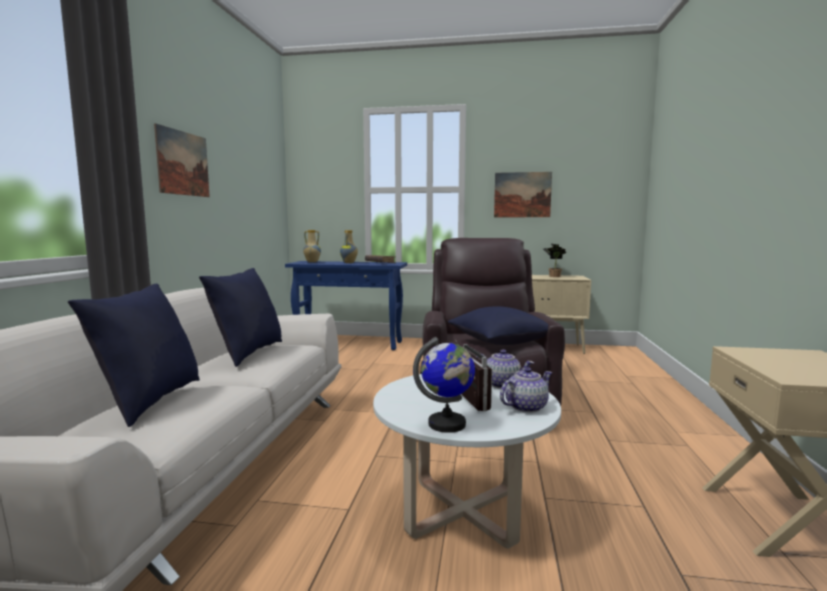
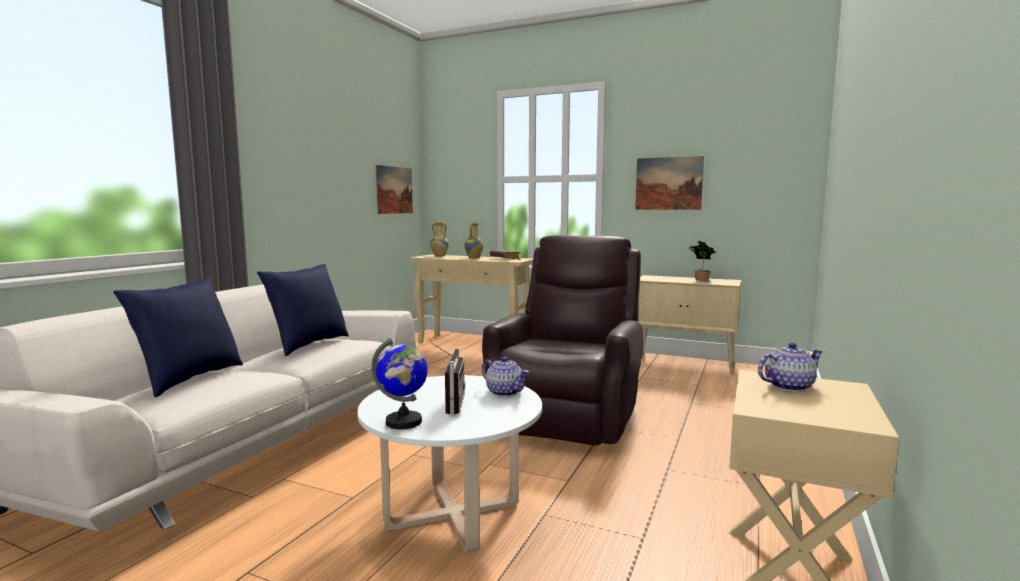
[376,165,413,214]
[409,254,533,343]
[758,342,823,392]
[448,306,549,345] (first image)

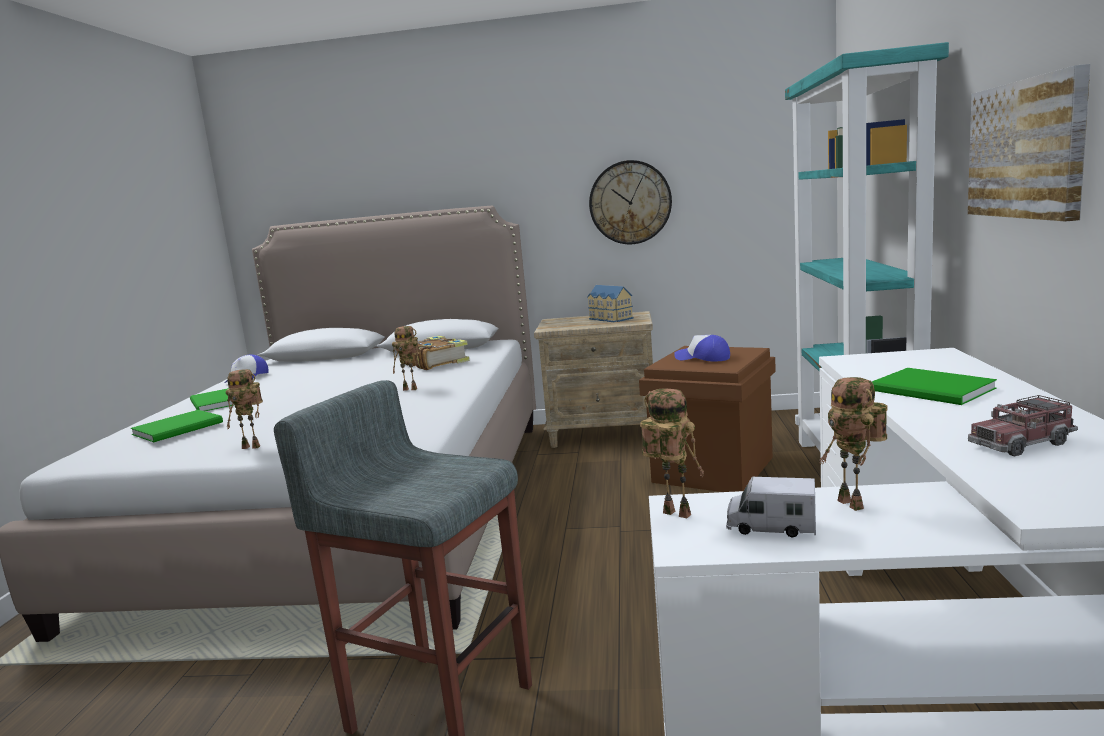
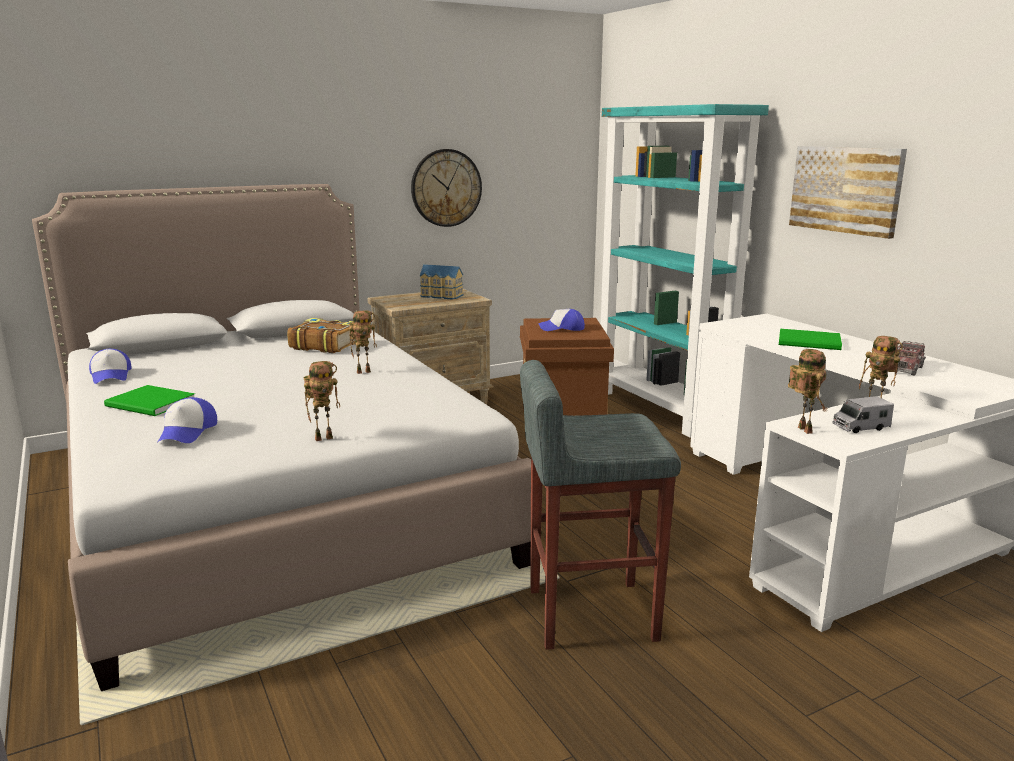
[158,397,217,443]
[788,349,827,434]

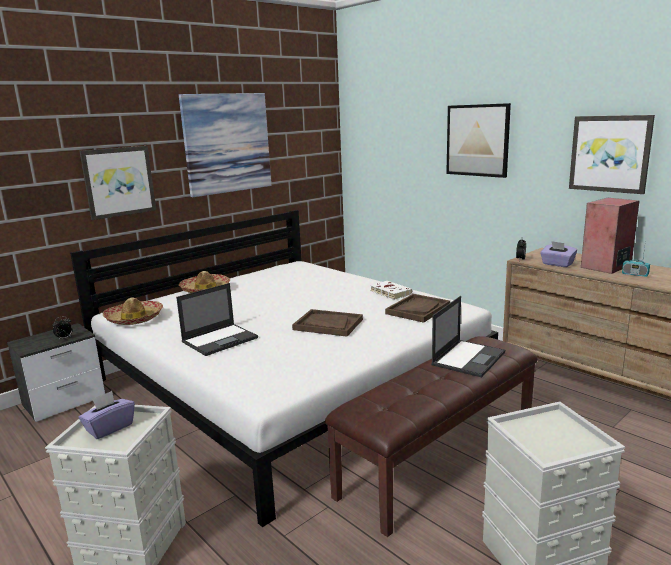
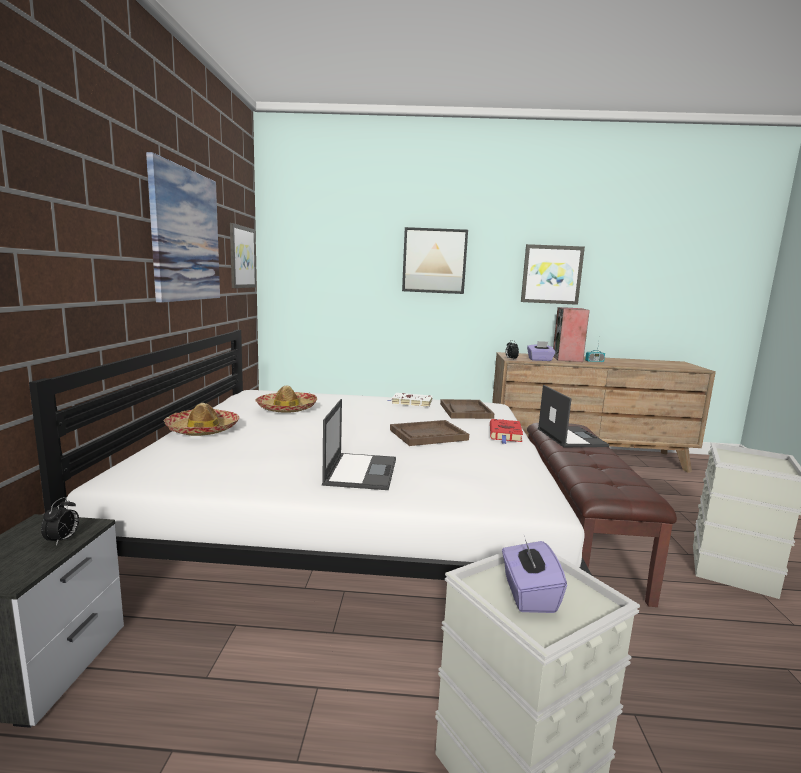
[230,223,256,288]
[256,385,317,413]
[490,419,523,444]

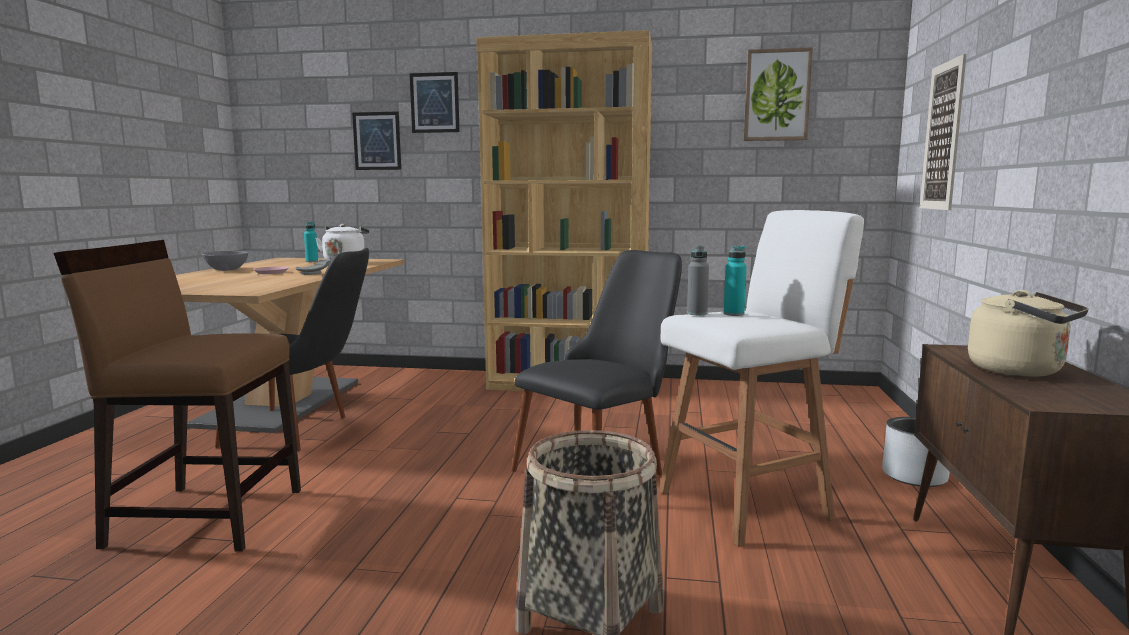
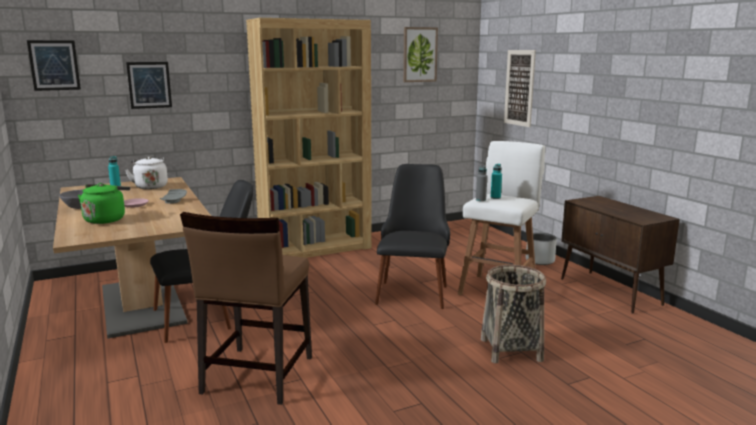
[27,40,81,91]
[78,183,130,224]
[180,212,312,405]
[968,290,1089,377] (first image)

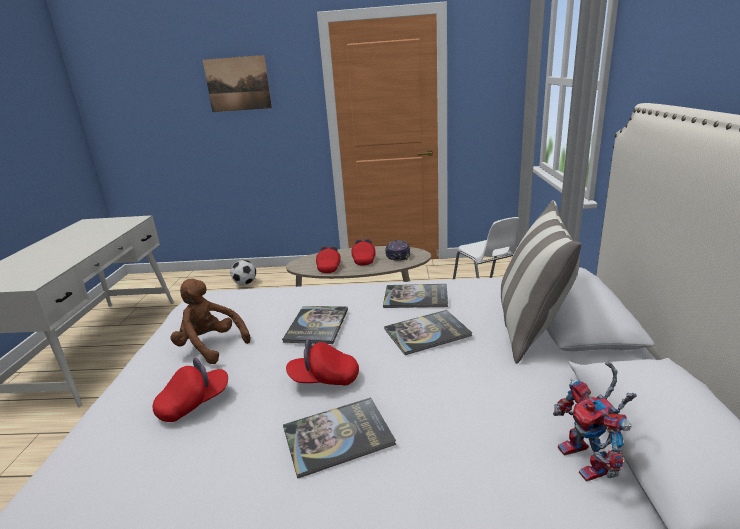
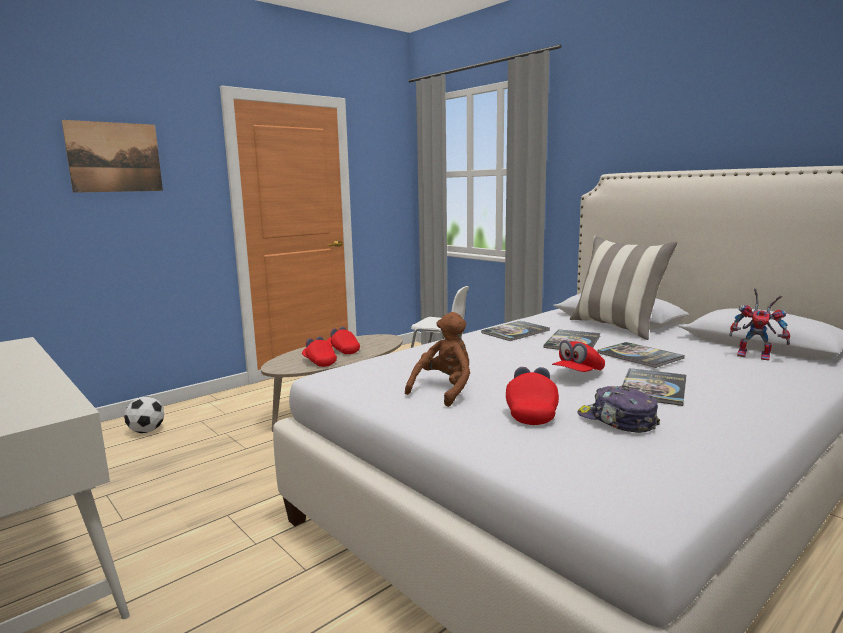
[405,312,470,407]
[577,385,660,433]
[597,342,685,368]

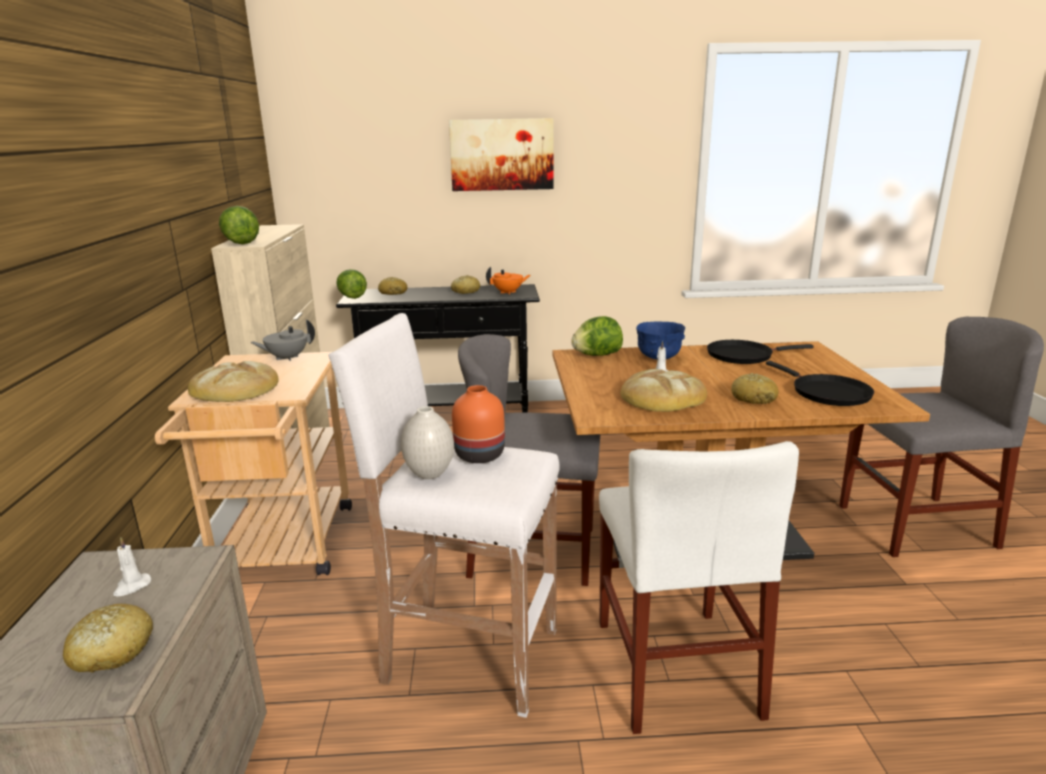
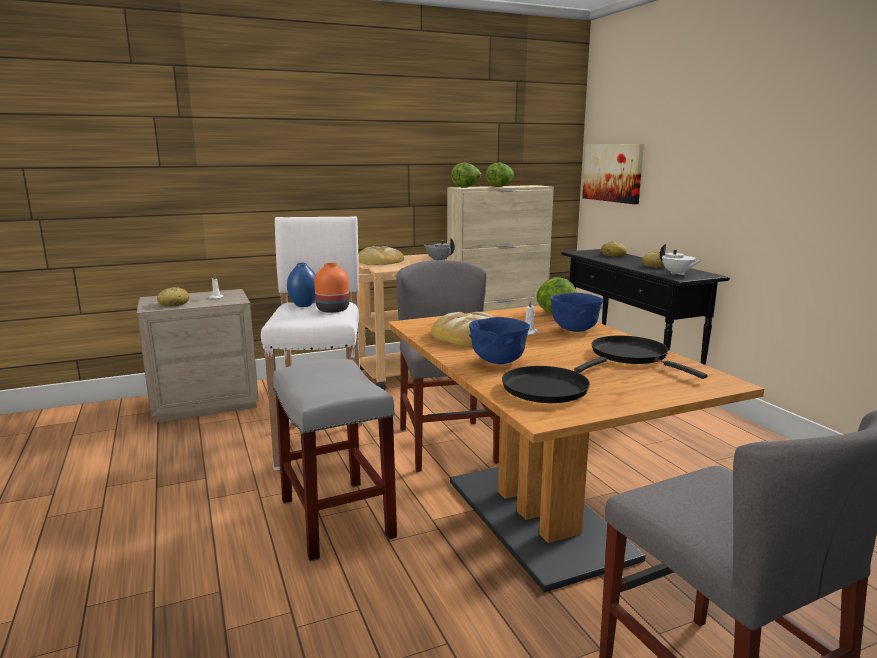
[273,359,397,562]
[287,263,316,307]
[469,317,530,364]
[486,162,514,187]
[582,144,644,204]
[660,244,701,275]

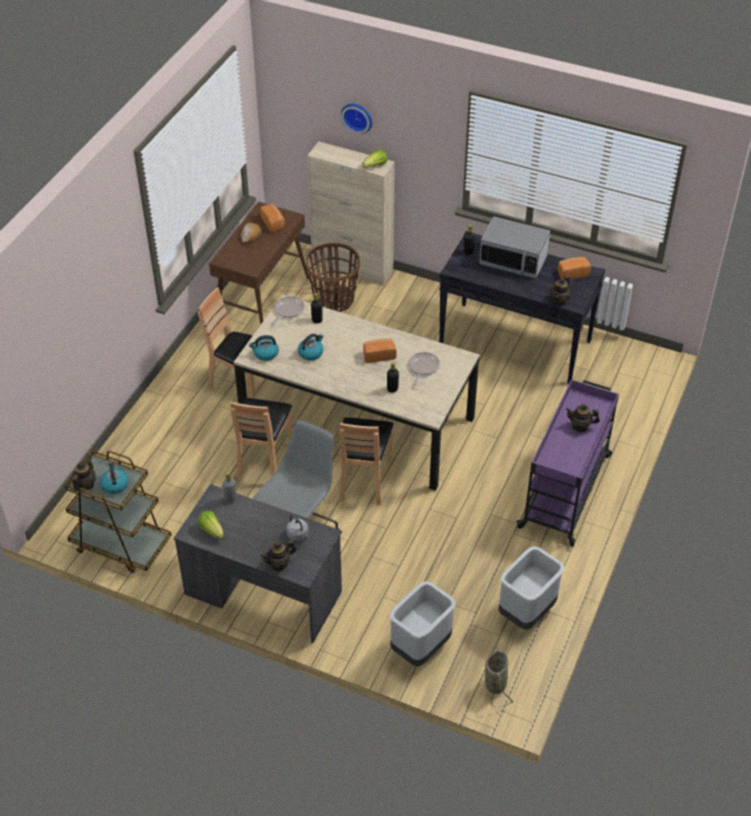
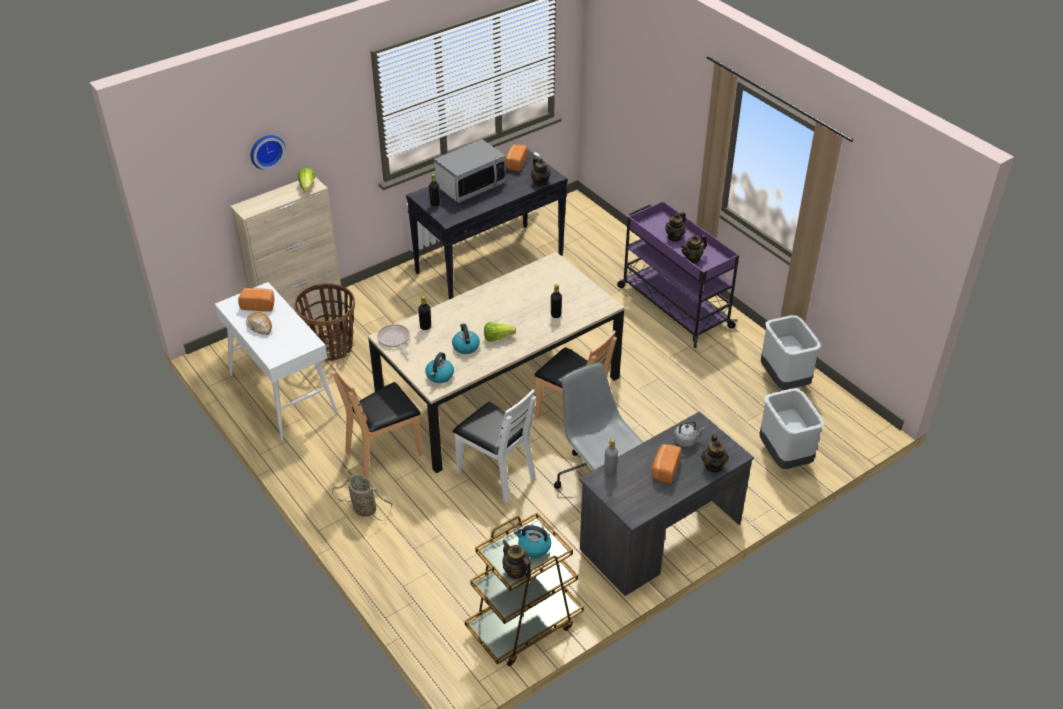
[215,282,338,440]
[332,474,393,521]
[453,389,536,503]
[484,322,516,342]
[651,444,681,484]
[681,235,707,264]
[409,352,440,385] (first image)

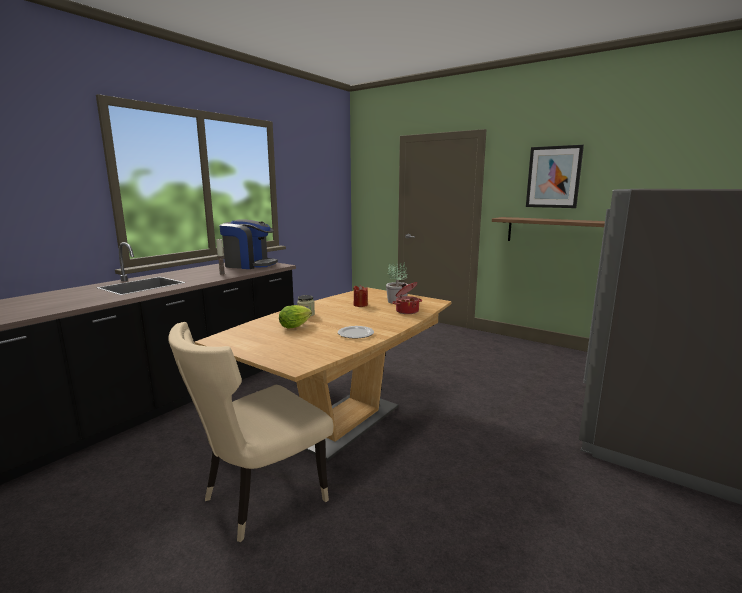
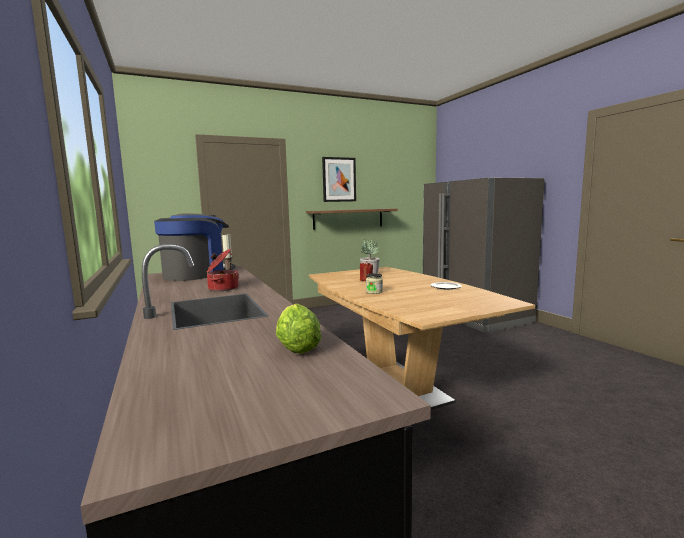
[207,249,239,291]
[276,304,322,354]
[168,322,333,542] (first image)

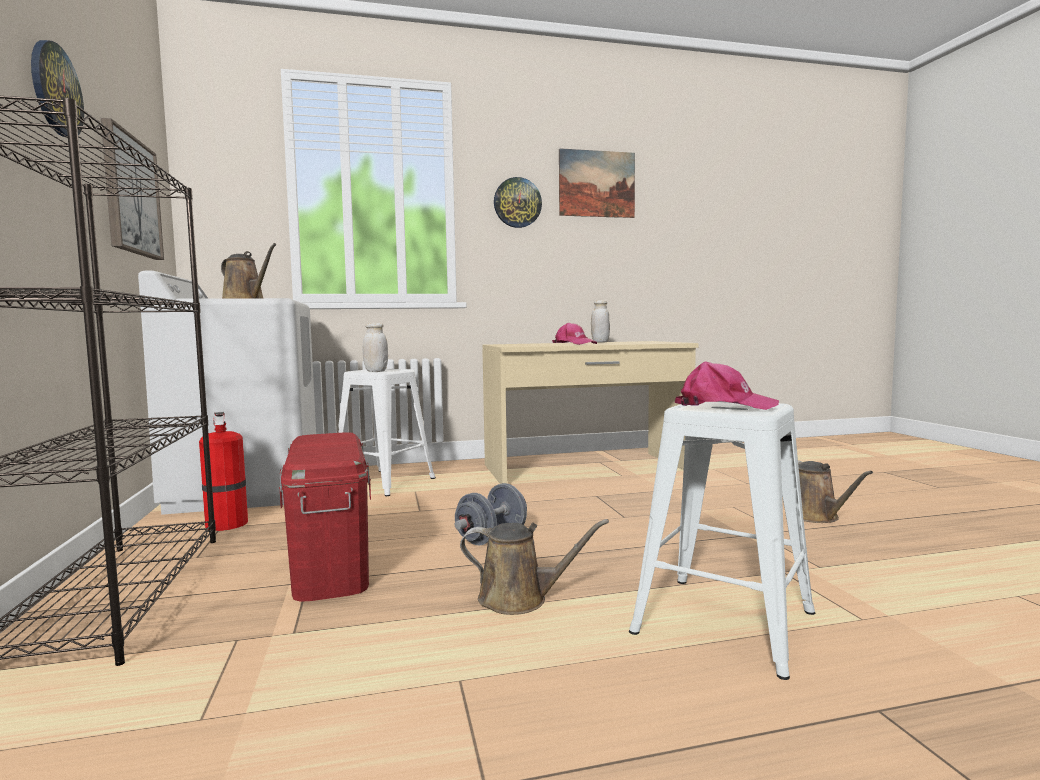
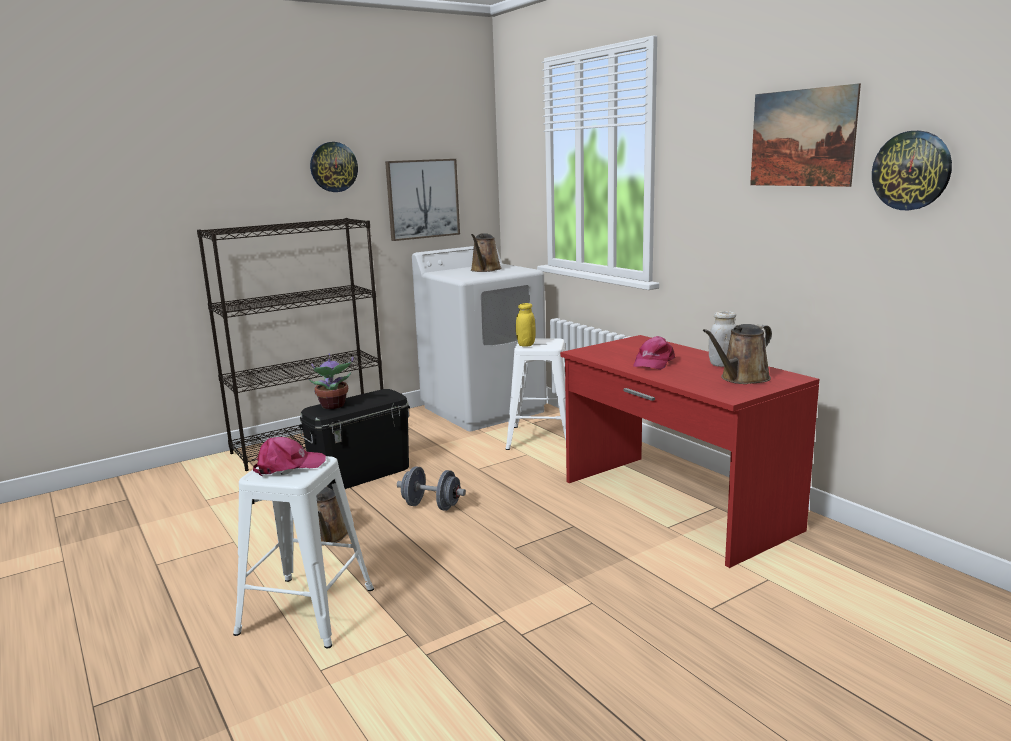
[253,437,326,476]
[299,389,410,489]
[309,354,354,409]
[516,303,536,347]
[560,335,819,568]
[703,324,772,384]
[872,131,952,210]
[199,412,248,531] (first image)

